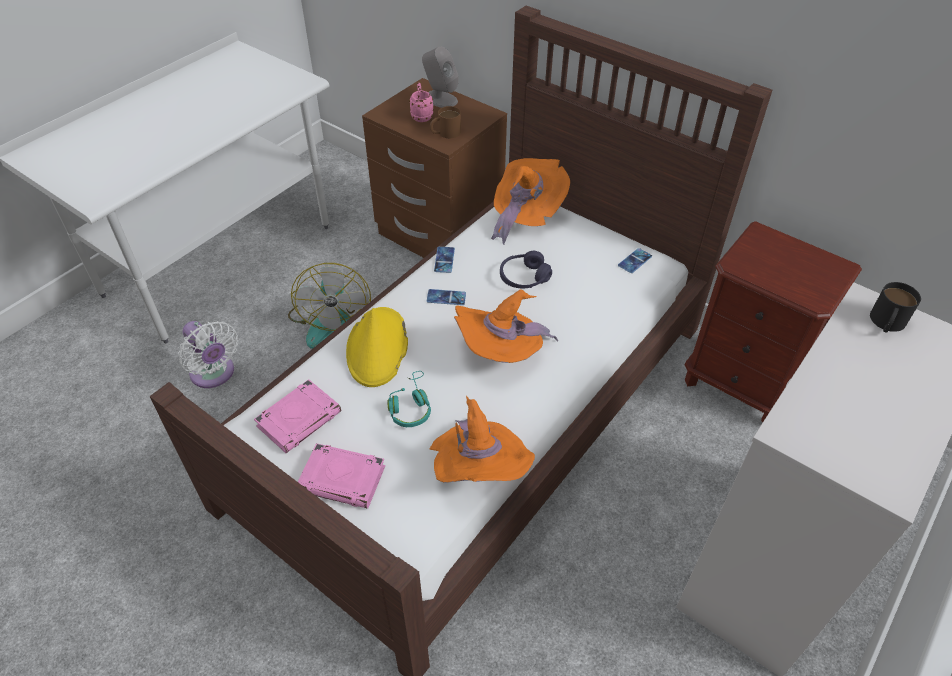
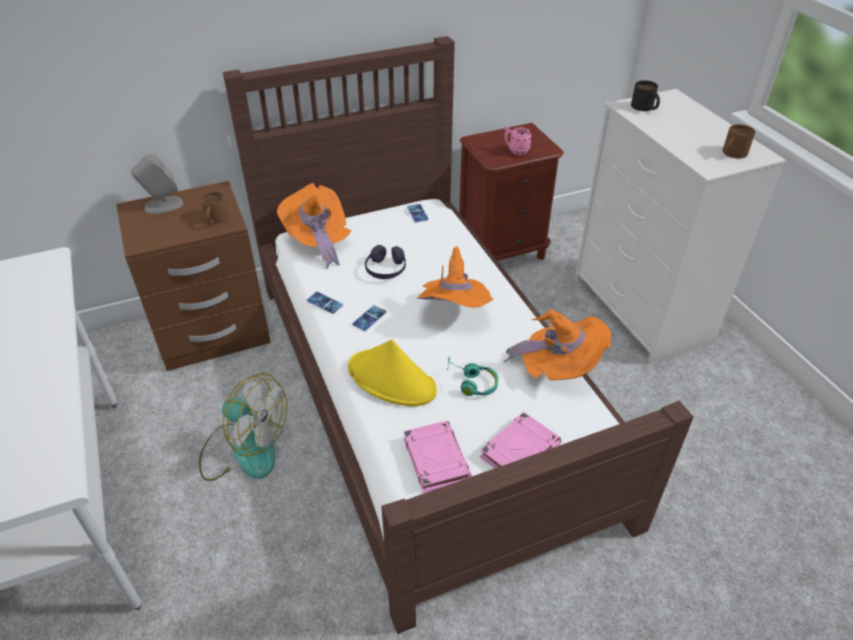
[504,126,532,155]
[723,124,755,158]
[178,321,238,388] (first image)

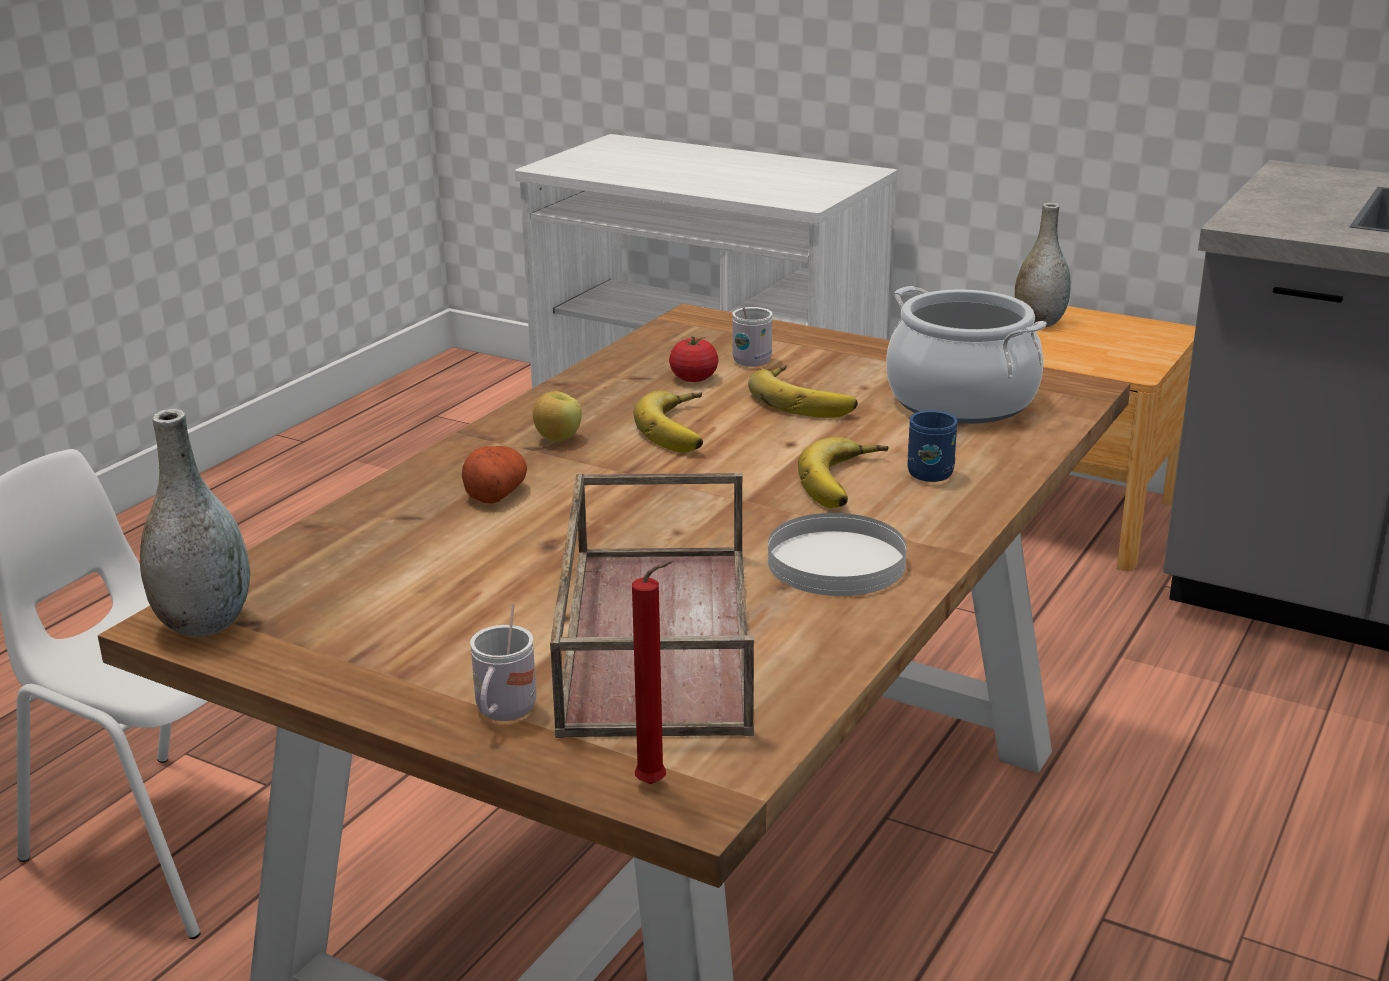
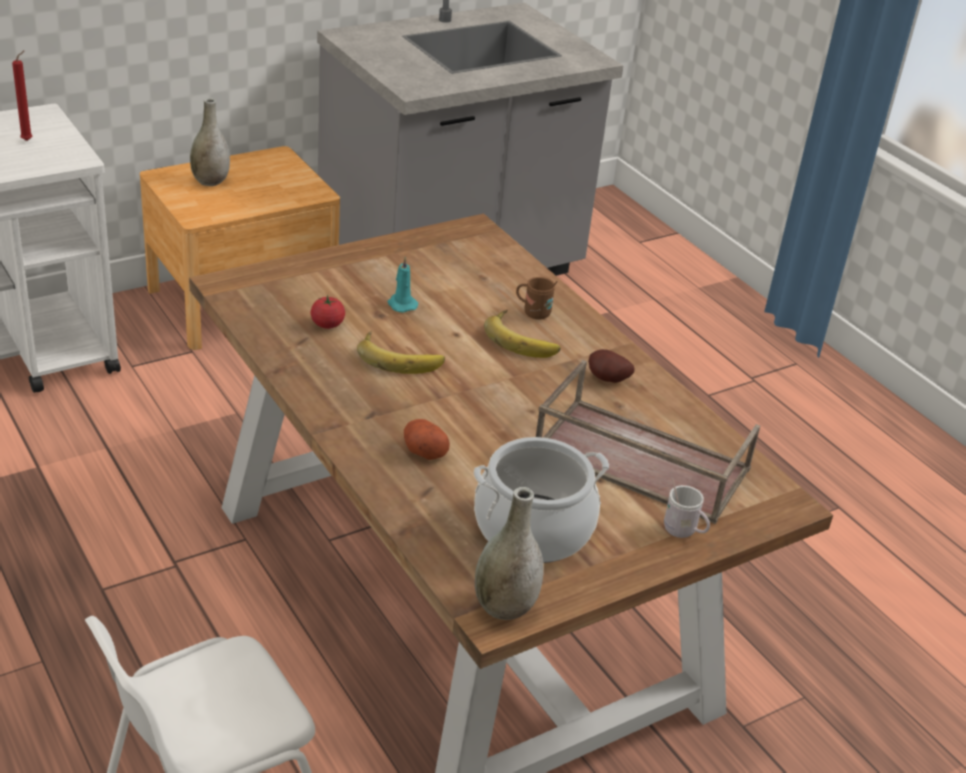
[12,50,32,141]
[388,257,418,313]
[474,437,609,563]
[516,277,558,320]
[588,349,634,383]
[533,391,582,442] (first image)
[732,307,773,367] (first image)

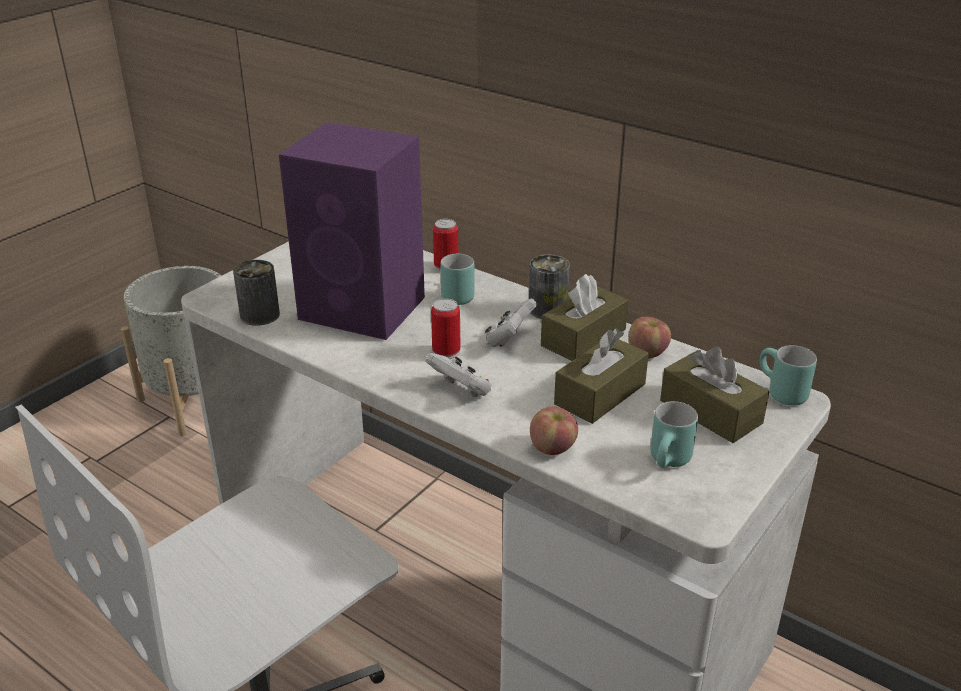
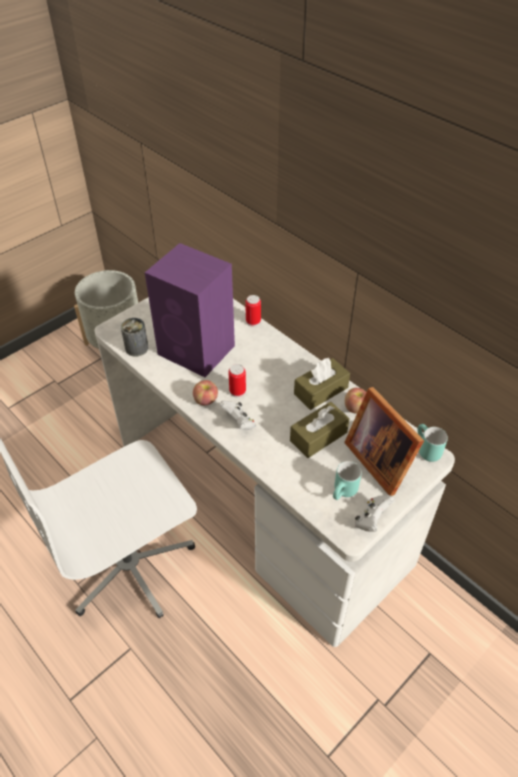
[193,380,218,405]
[344,387,424,496]
[355,495,395,532]
[440,254,475,305] (first image)
[529,254,570,319] (first image)

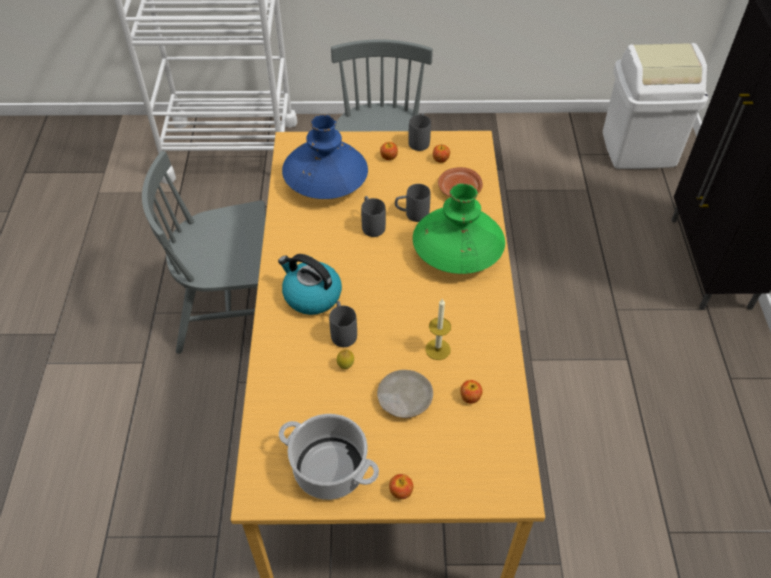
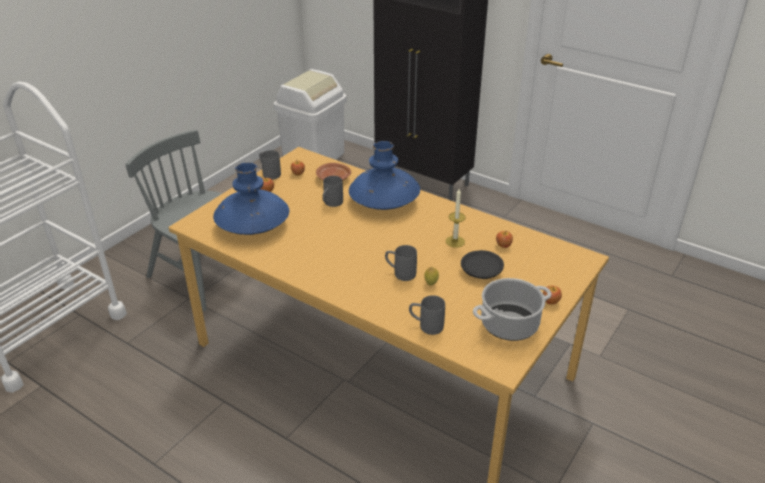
[349,141,420,210]
[409,295,445,335]
[461,250,504,279]
[142,151,266,354] (first image)
[278,254,342,315] (first image)

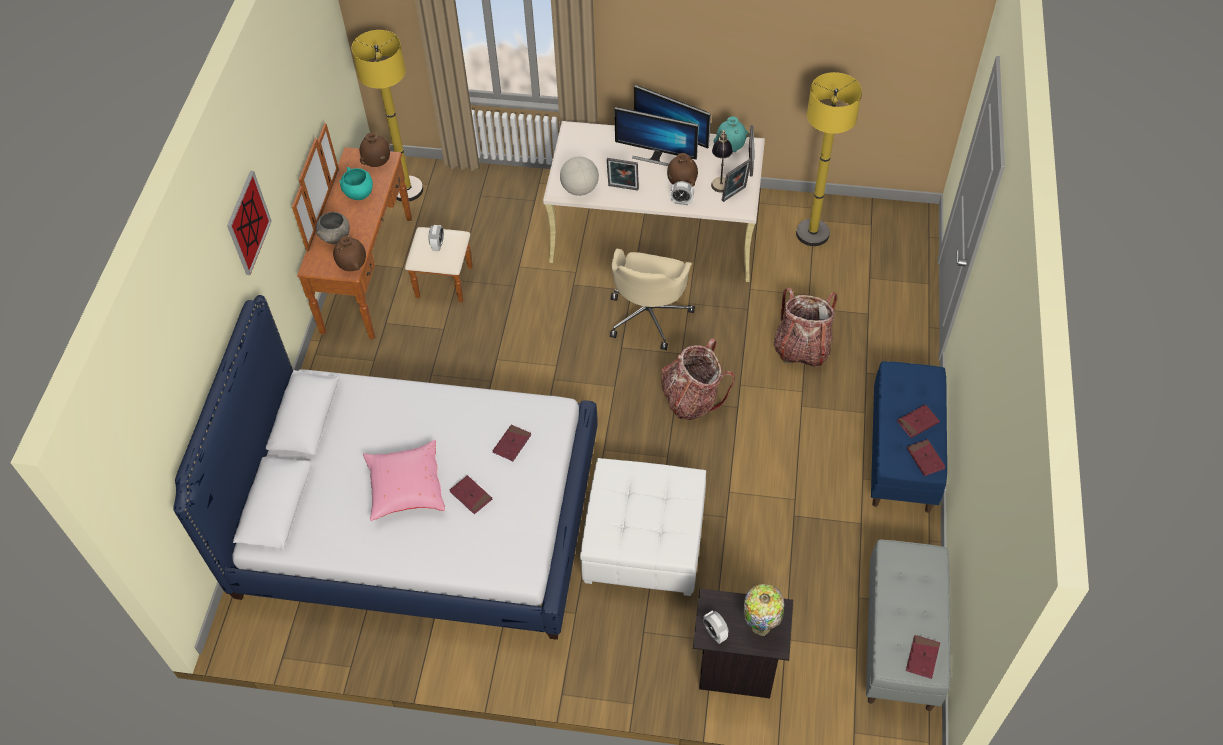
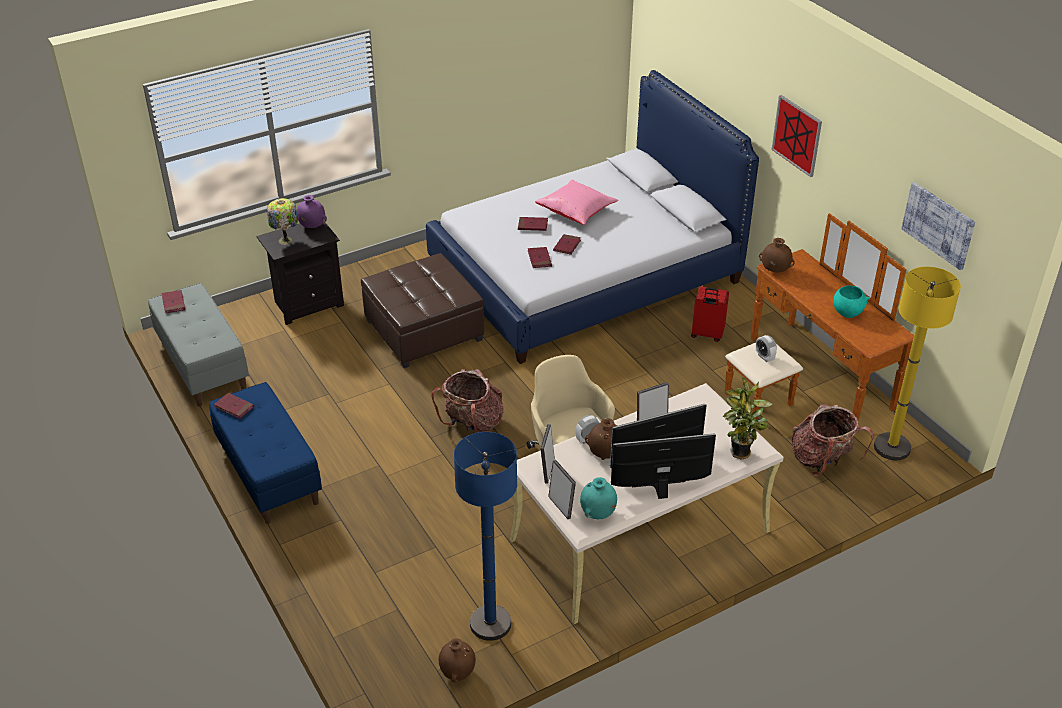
[297,195,327,228]
[361,253,484,368]
[439,638,476,682]
[454,432,517,641]
[553,234,581,255]
[691,286,729,342]
[723,377,772,460]
[792,404,874,476]
[901,182,975,270]
[316,212,350,244] (first image)
[560,156,599,196] (first image)
[711,130,733,193] (first image)

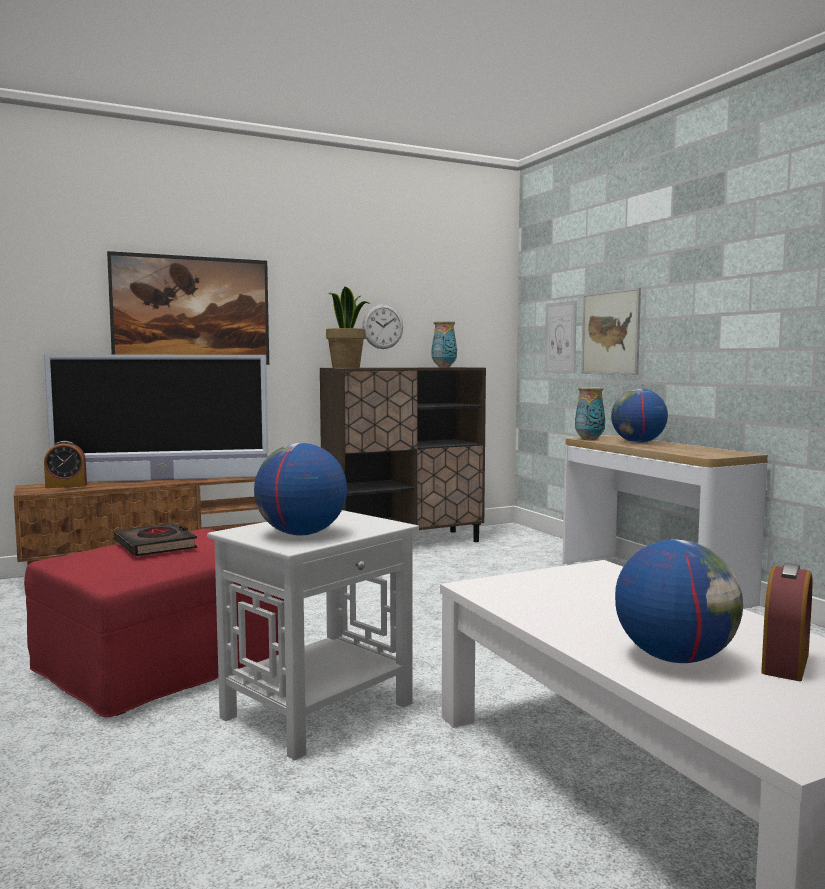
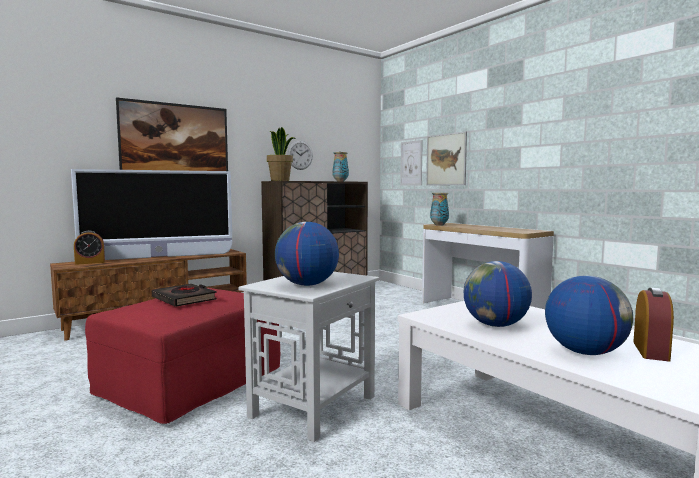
[464,261,532,327]

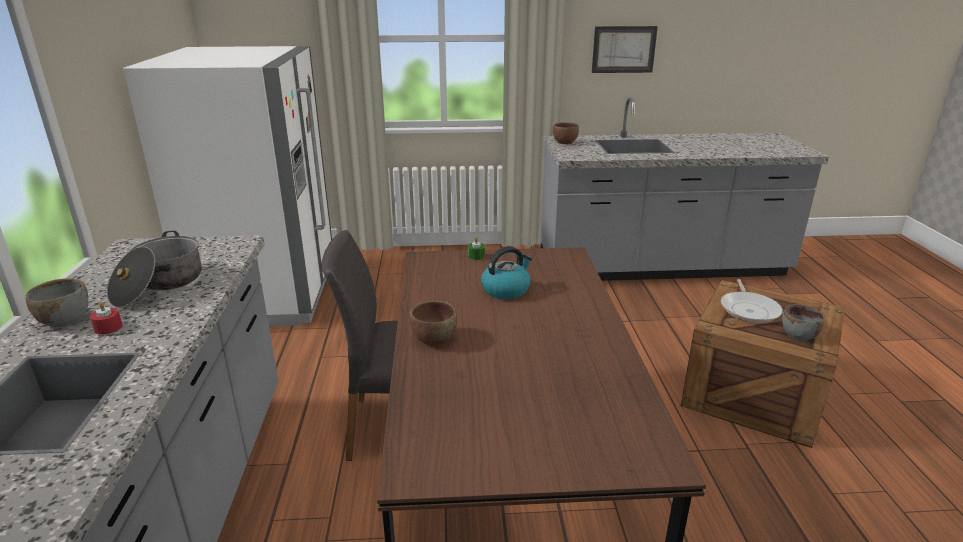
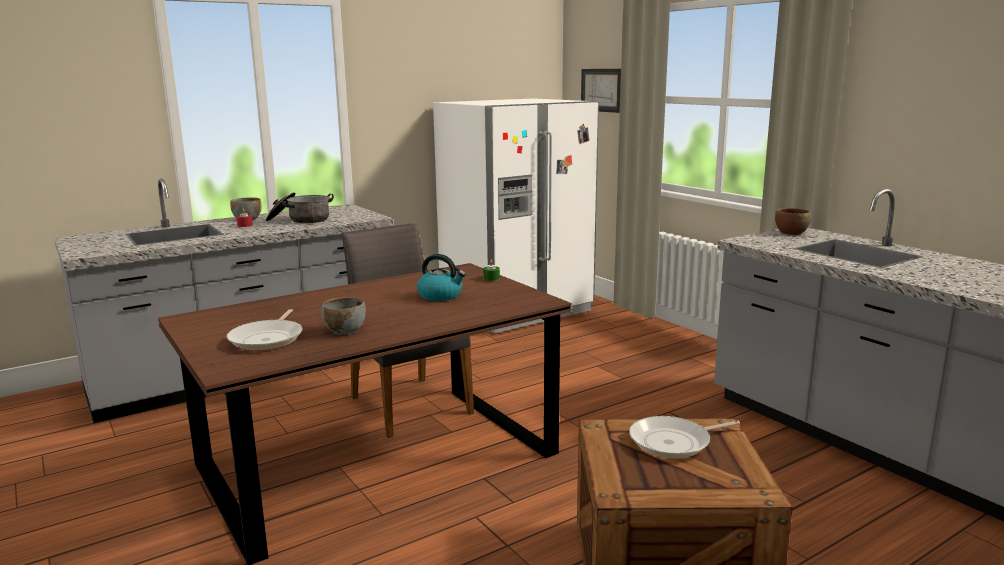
[227,309,302,351]
[322,297,366,335]
[581,69,621,113]
[410,301,457,346] (first image)

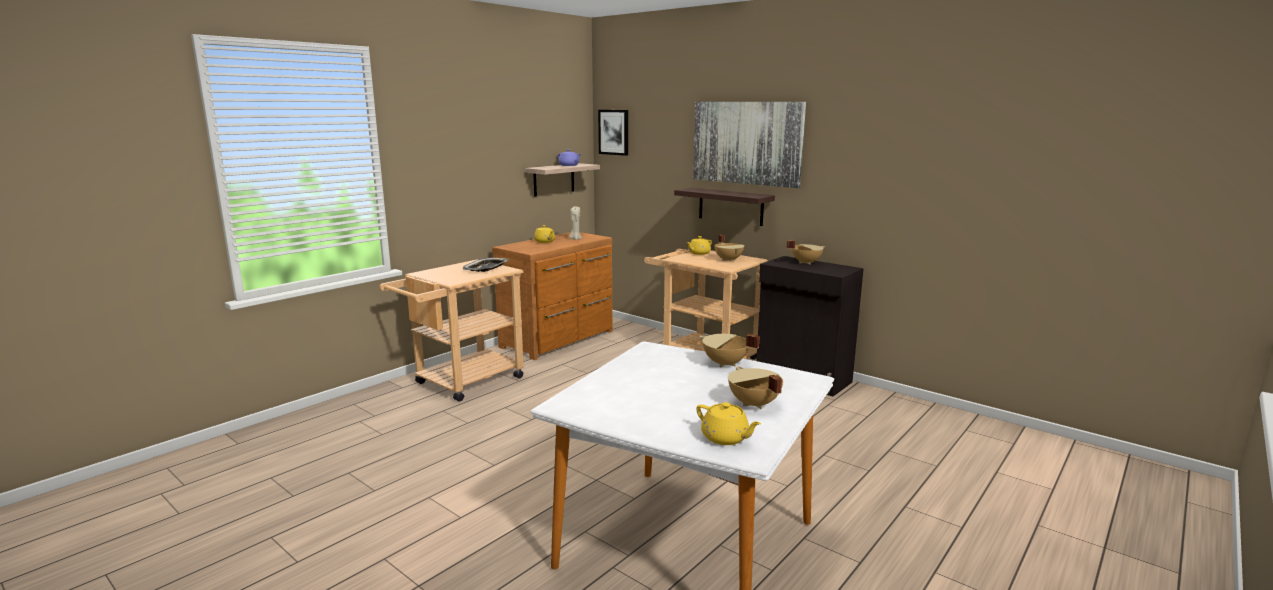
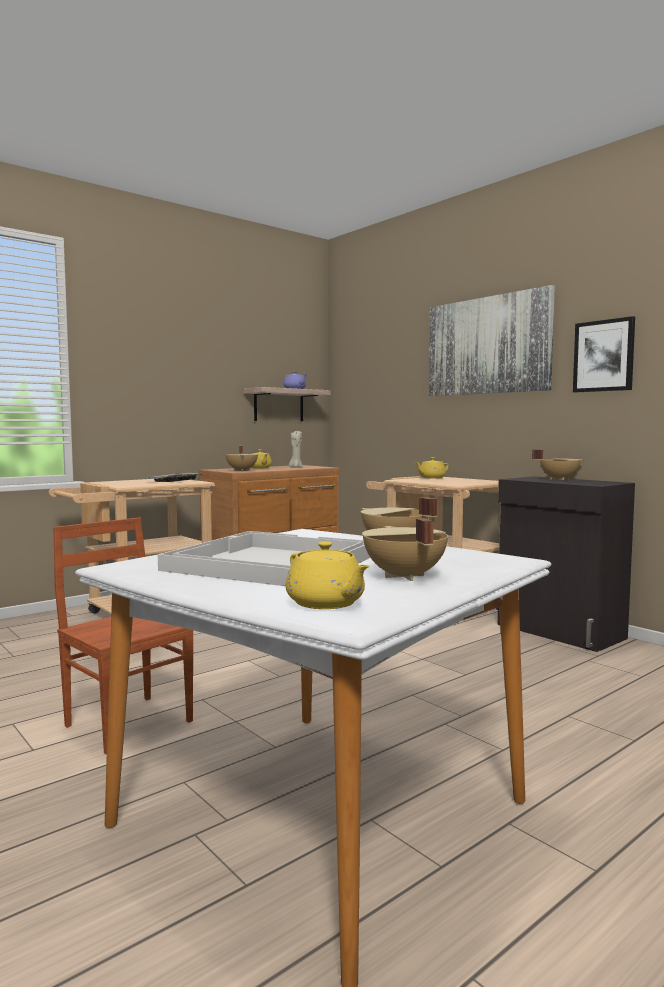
[53,517,193,755]
[158,531,370,586]
[225,446,258,471]
[573,316,635,393]
[674,188,775,226] (first image)

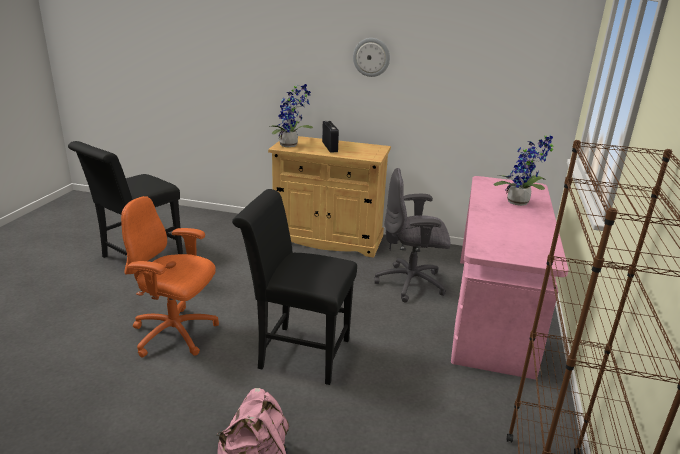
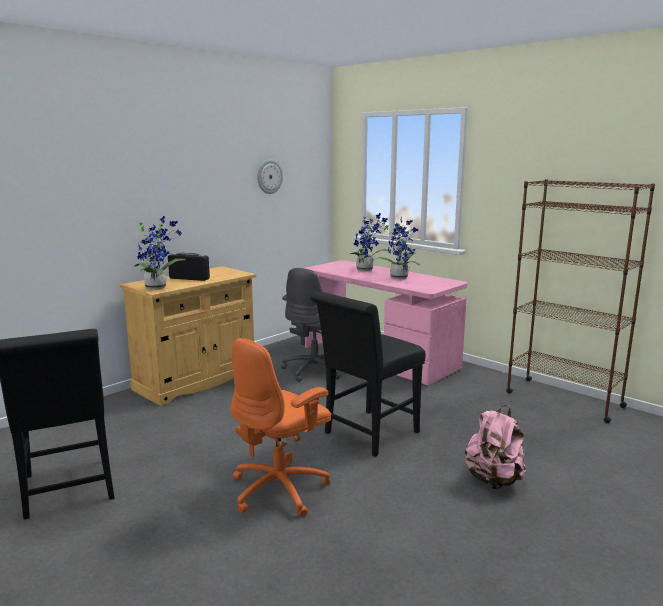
[257,159,283,194]
[374,217,420,279]

